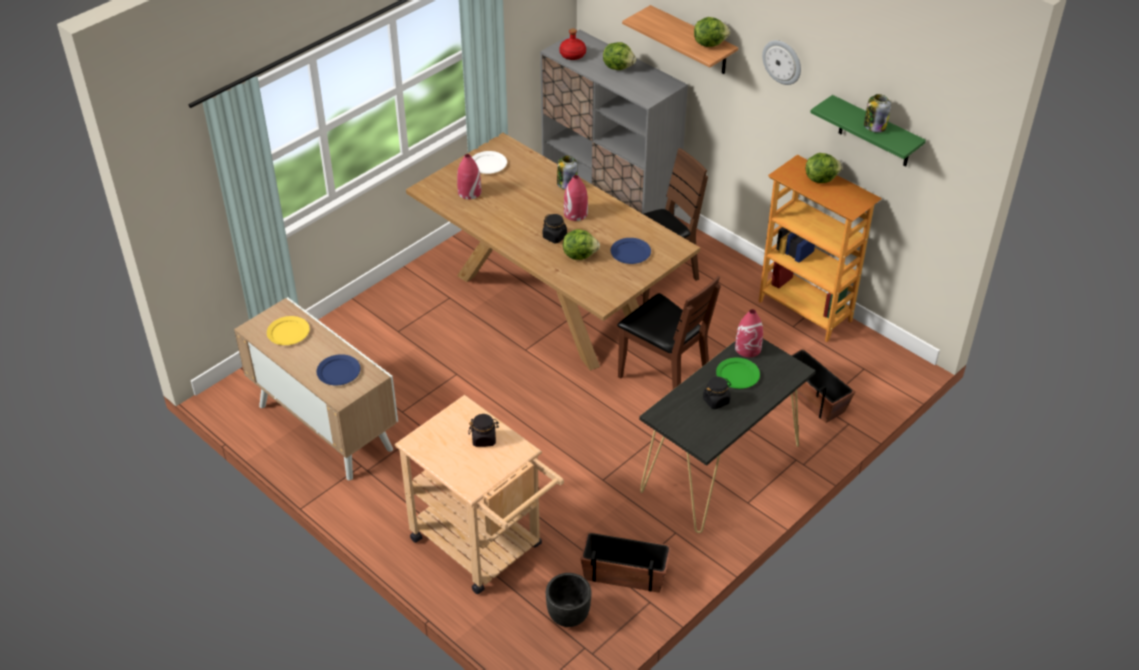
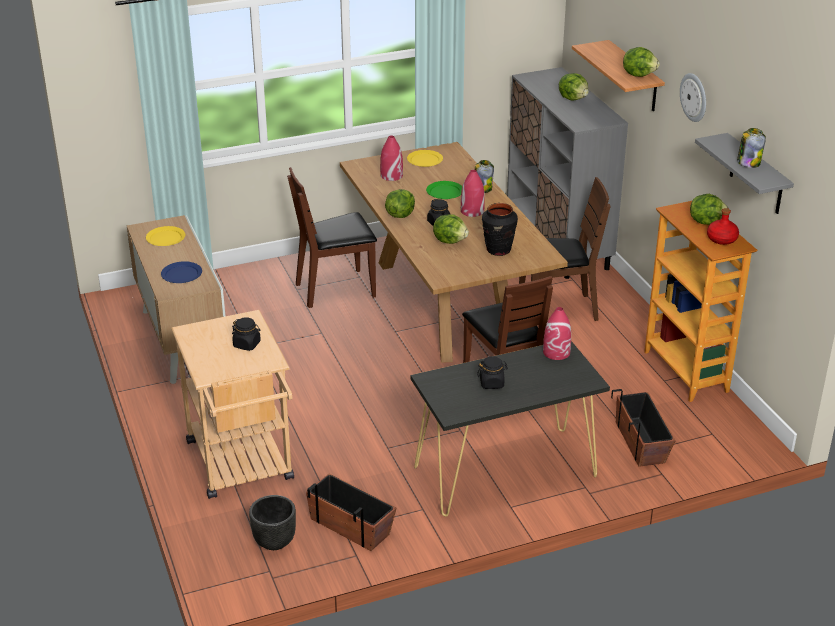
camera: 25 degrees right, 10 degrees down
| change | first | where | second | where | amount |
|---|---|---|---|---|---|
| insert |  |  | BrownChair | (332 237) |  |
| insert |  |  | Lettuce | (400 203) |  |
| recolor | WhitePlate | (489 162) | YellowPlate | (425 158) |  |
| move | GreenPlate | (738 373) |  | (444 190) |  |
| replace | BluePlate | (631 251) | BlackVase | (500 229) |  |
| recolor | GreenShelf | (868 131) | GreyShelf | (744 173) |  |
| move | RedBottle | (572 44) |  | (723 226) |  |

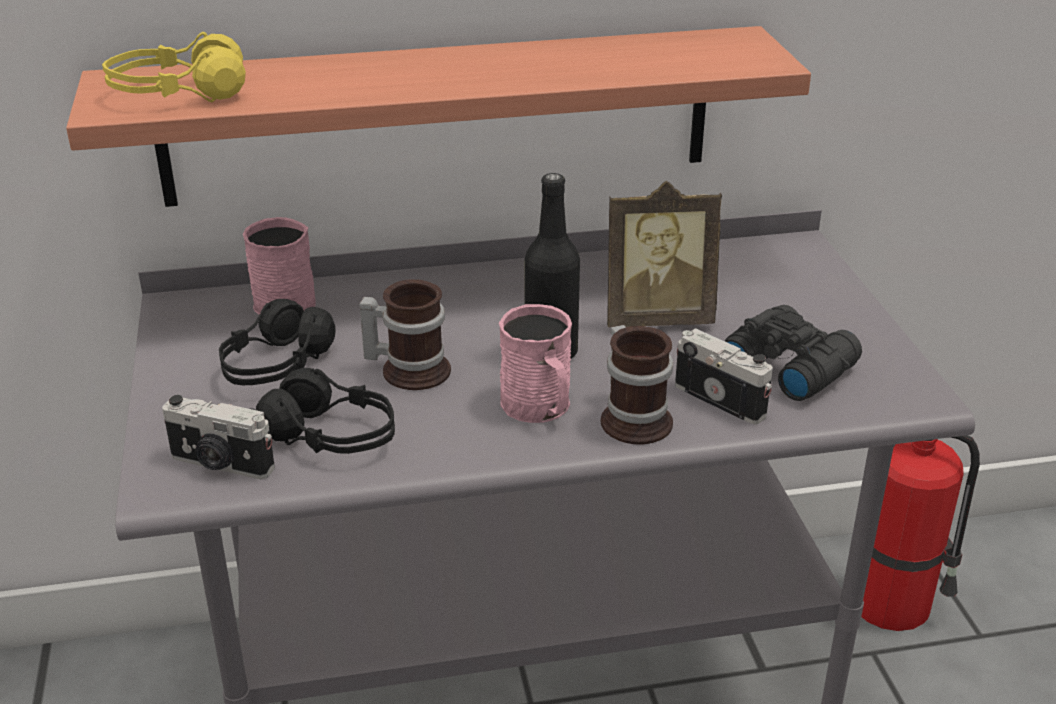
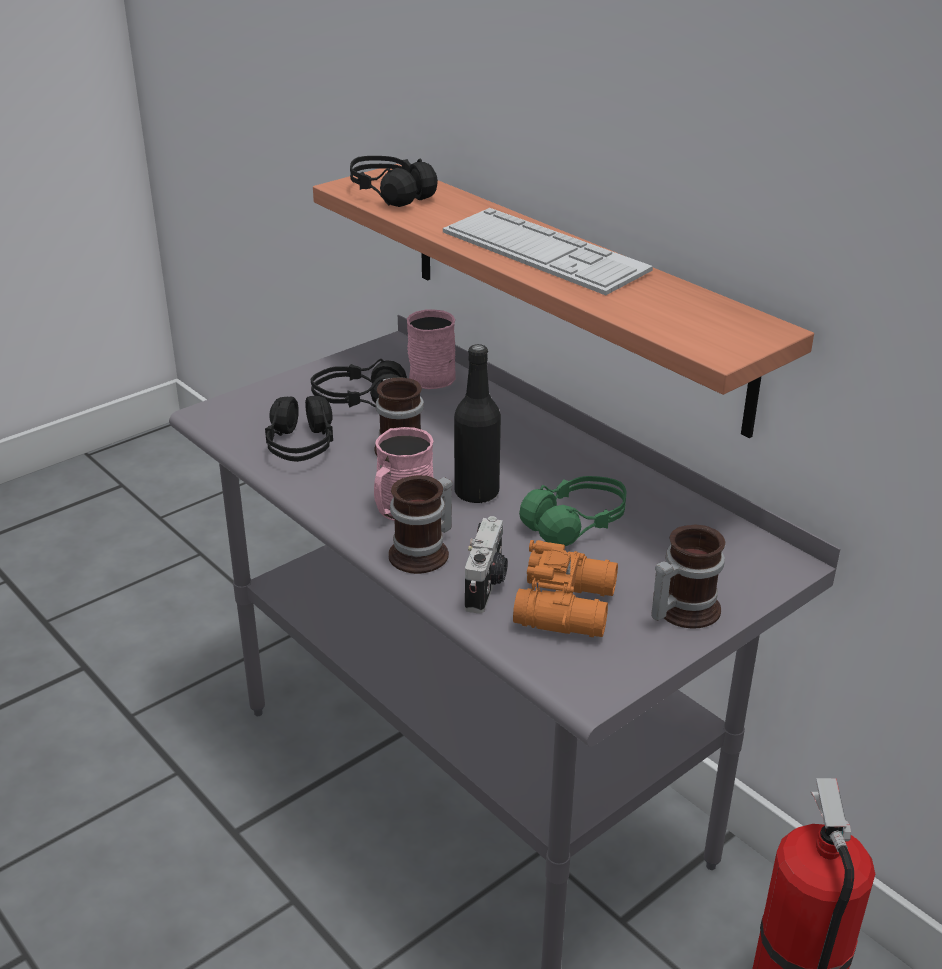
camera: 60 degrees right, 0 degrees up
| change | first | where | second | where | amount |
|---|---|---|---|---|---|
| recolor | YellowHeadphones | (174 67) | BlackHeadphones | (394 181) |  |
| insert |  |  | Keyboard | (548 251) |  |
| recolor | BlackBinoculars | (793 353) | OrangeBinoculars | (565 588) |  |
| replace | PictureFrame | (664 254) | GreenHeadphones | (573 511) |  |
| insert |  |  | Mug | (688 577) |  |
| delete | PhotoCamera | (218 437) |  |  |  |

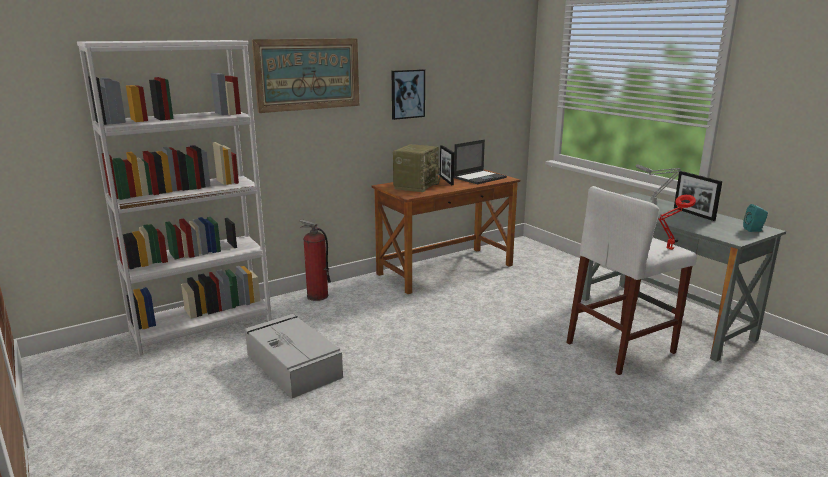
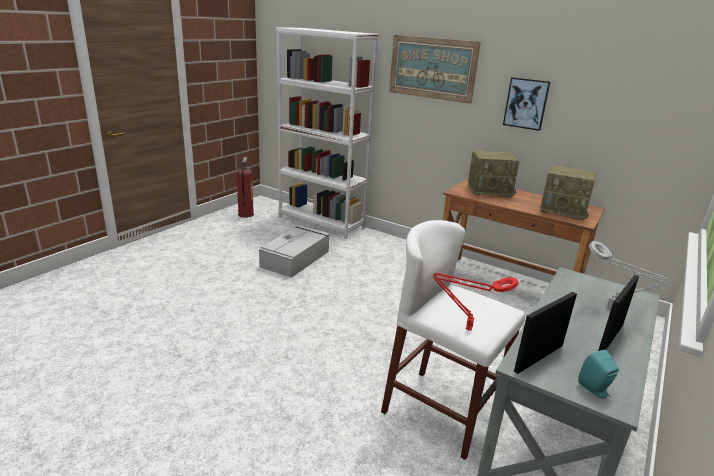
camera: 65 degrees right, 5 degrees up
| change | first | where | second | where | amount |
|---|---|---|---|---|---|
| move | FireExtinguisher | (315 260) |  | (245 187) |  |
| move | PictureFrame | (447 165) |  | (545 333) |  |
| replace | Laptop | (480 161) | Radio | (568 192) |  |

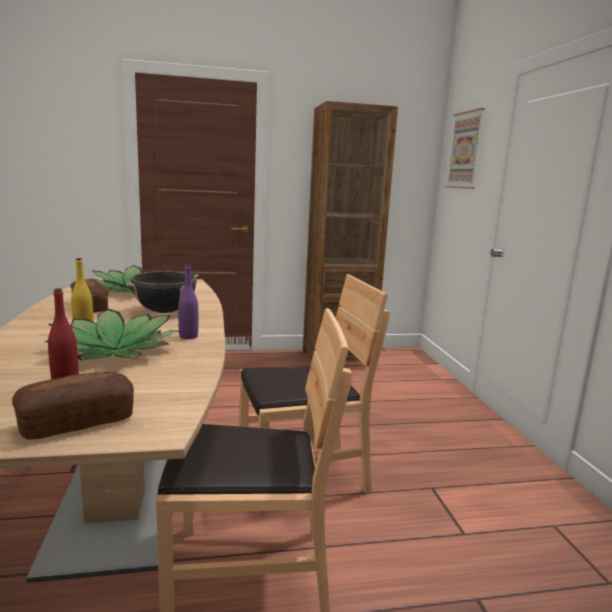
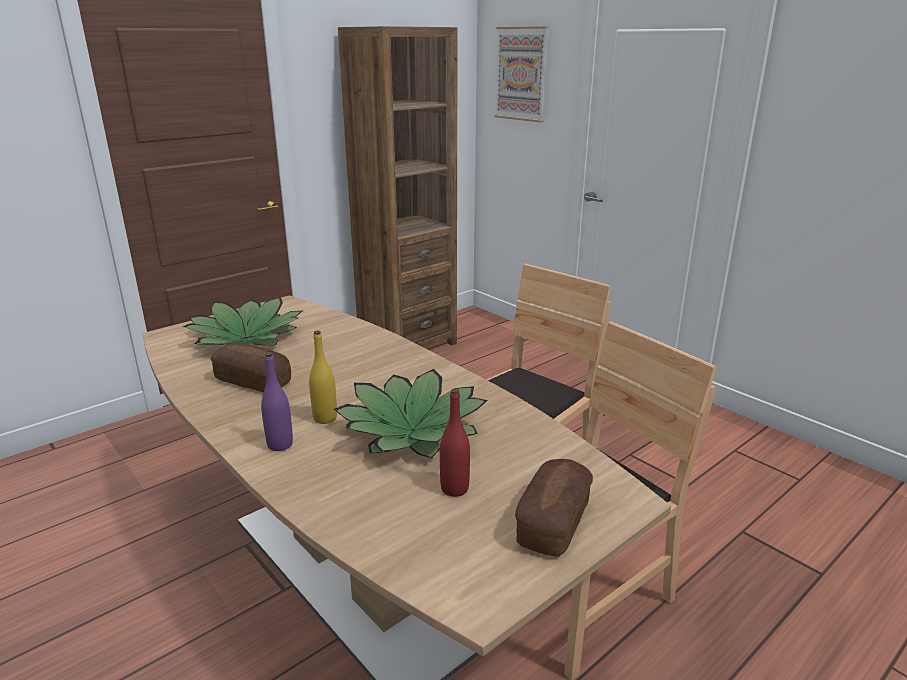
camera: 30 degrees left, 10 degrees up
| change | first | where | second | where | amount |
|---|---|---|---|---|---|
| move | PurpleBottle | (188 301) |  | (277 401) |  |
| delete | BlackCookingPot | (162 292) |  |  |  |

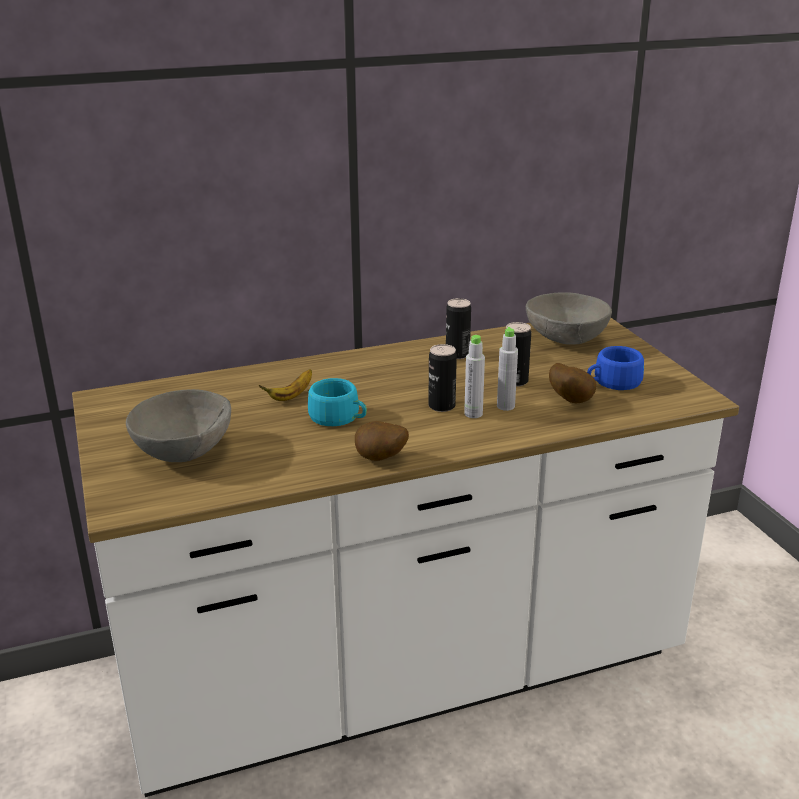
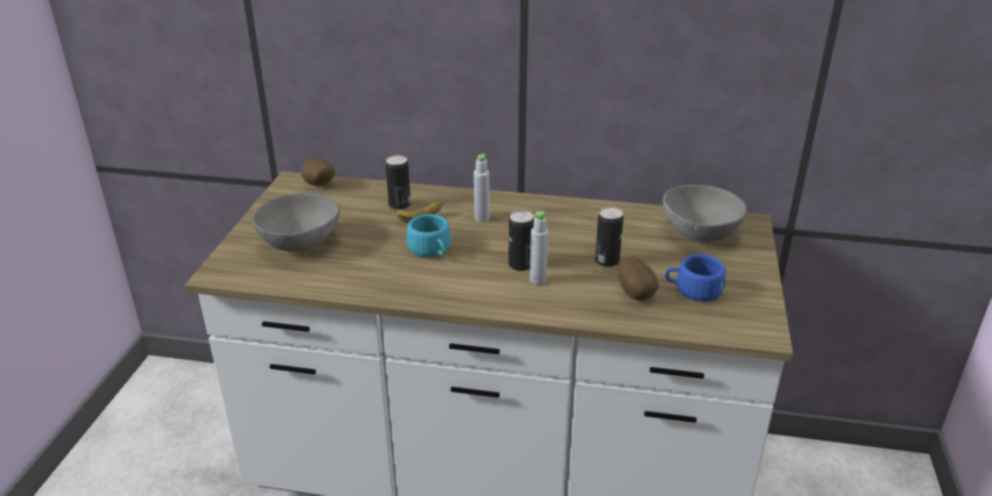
camera: 30 degrees right, 5 degrees up
| change | first | where | second | where | amount |
|---|---|---|---|---|---|
| move | Potato | (382 441) |  | (318 172) |  |
| move | Can | (458 328) |  | (398 182) |  |
| move | GreyBottle | (507 369) |  | (481 187) |  |

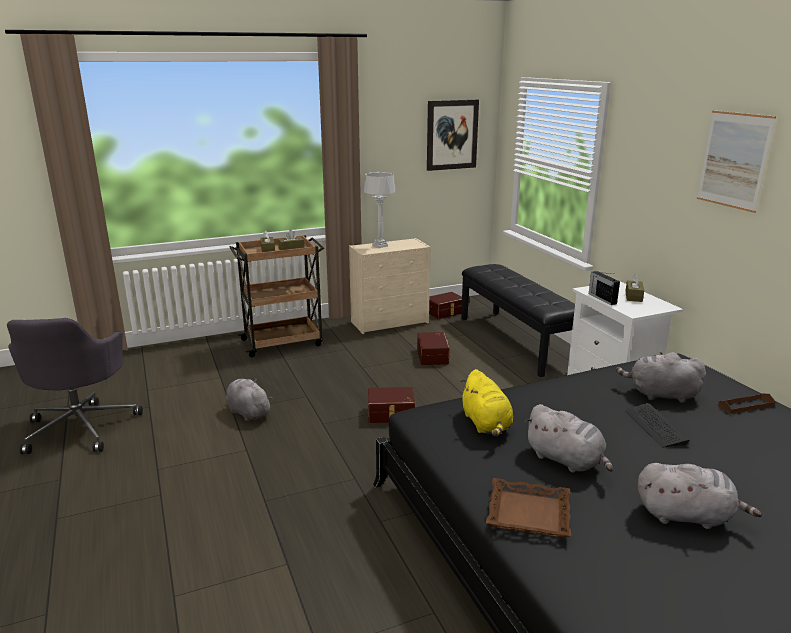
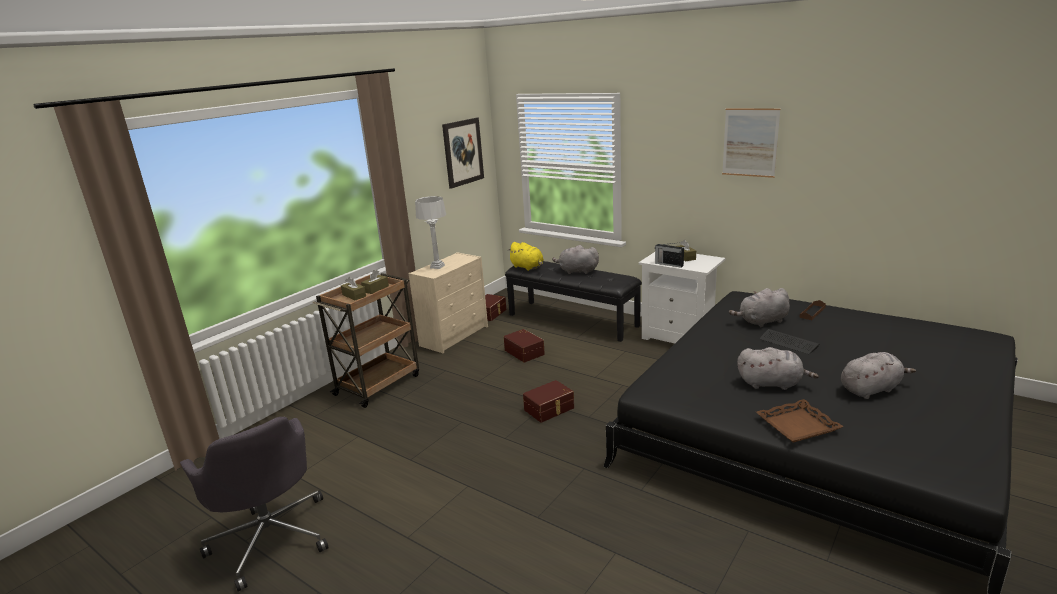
camera: 30 degrees left, 0 degrees up
| change | first | where | second | where | amount |
|---|---|---|---|---|---|
| move | YellowPlushToy | (486 402) |  | (525 256) |  |
| move | GreyPlushToy | (249 400) |  | (575 259) |  |

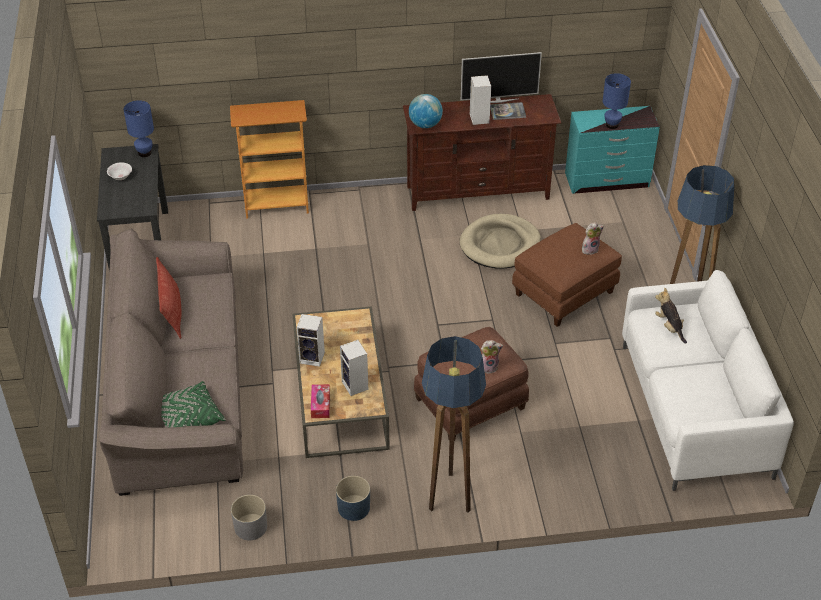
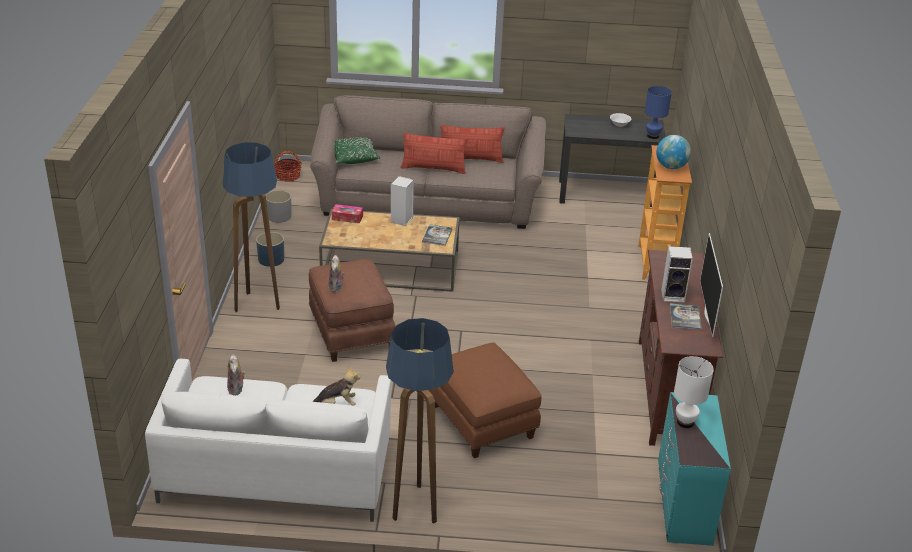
camera: 100 degrees right, 10 degrees down
| change | first | where | second | where | amount |
|---|---|---|---|---|---|
| move | PlushToy | (593 238) |  | (236 374) |  |
| insert |  |  | Basket | (288 166) |  |
| insert |  |  | Pillow | (434 153) |  |
| insert |  |  | Book | (437 235) |  |
| move | Globe | (426 111) |  | (673 152) |  |
| recolor | BlueTableLamp | (617 101) | WhiteTableLamp | (694 392) |  |
| delete | Speaker | (354 368) |  |  |  |
| delete | BeigeDogBed | (500 241) |  |  |  |

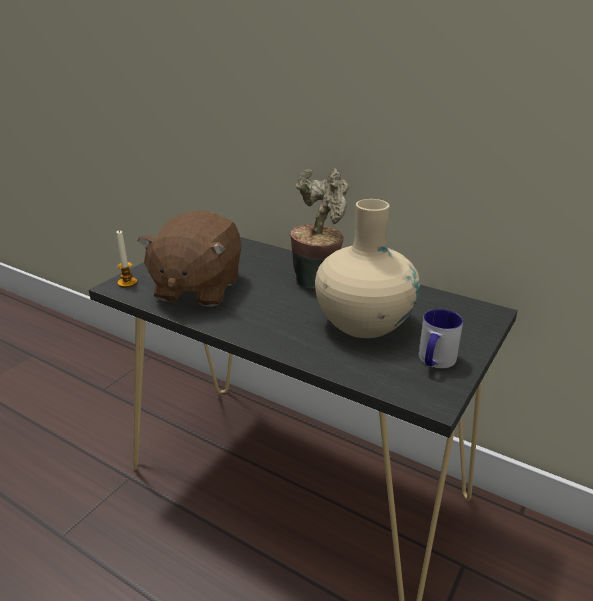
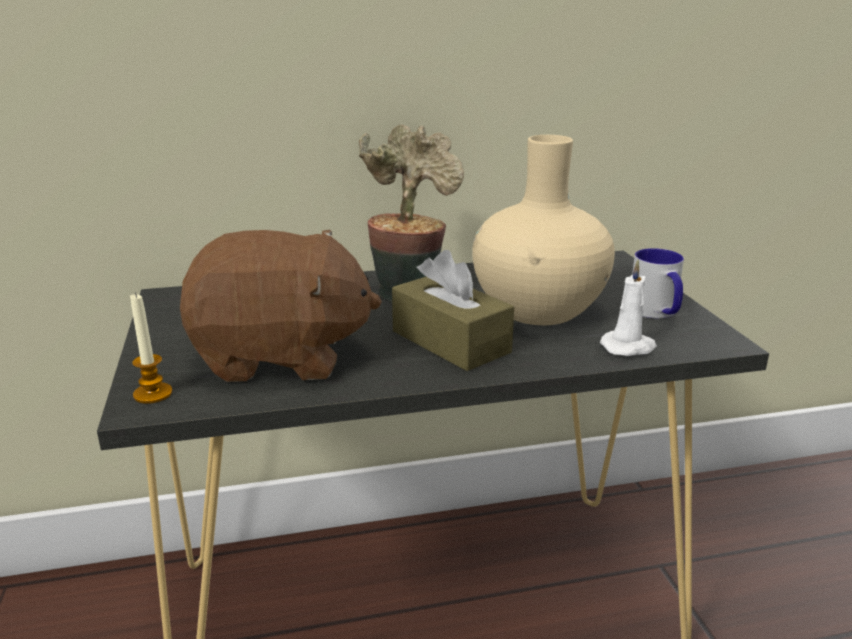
camera: 45 degrees left, 5 degrees down
| change | first | where | second | where | amount |
|---|---|---|---|---|---|
| rotate | BrownPlushToy | (190 258) |  | (281 306) | 60 degrees counterclockwise |
| insert |  |  | BrownTissueBox | (453 310) |  |
| insert |  |  | WhiteCandle | (628 307) |  |

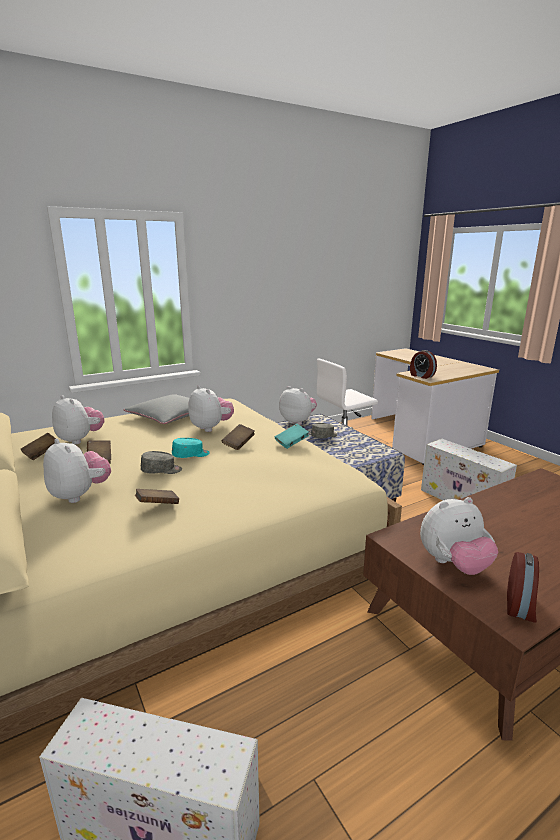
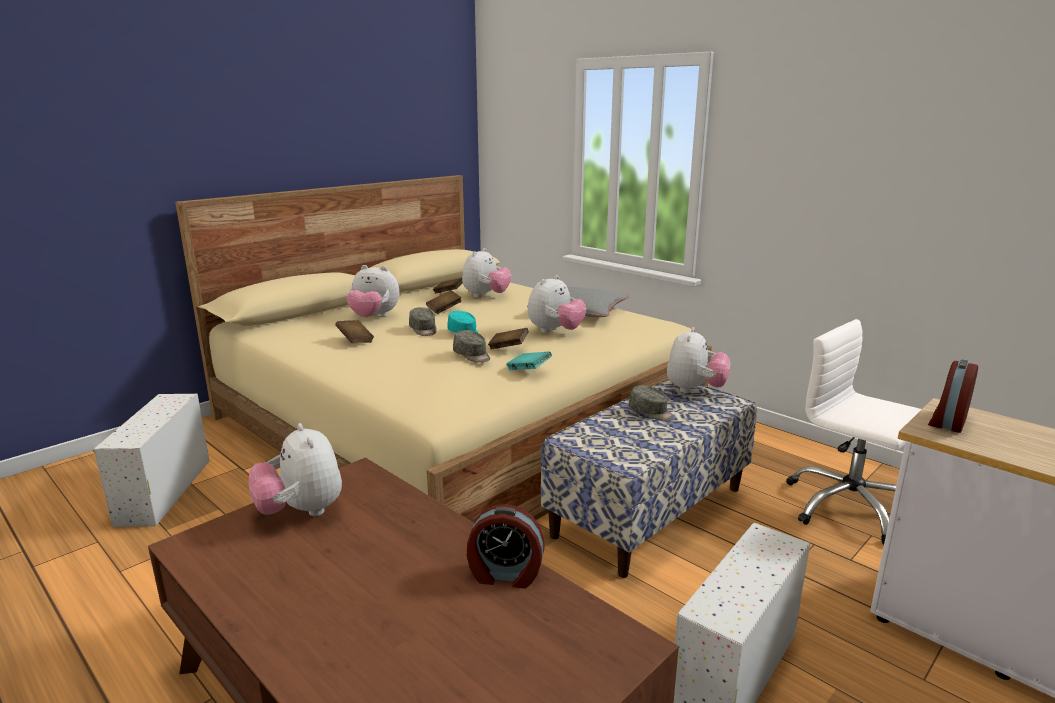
camera: 75 degrees right, 0 degrees up
| change | first | where | second | where | amount |
|---|---|---|---|---|---|
| rotate | PlushToy | (77 471) |  | (373 291) | 75 degrees clockwise |
| insert |  |  | GreyCap | (471 346) |  |
| move | AlarmClock | (523 587) |  | (505 546) |  |

